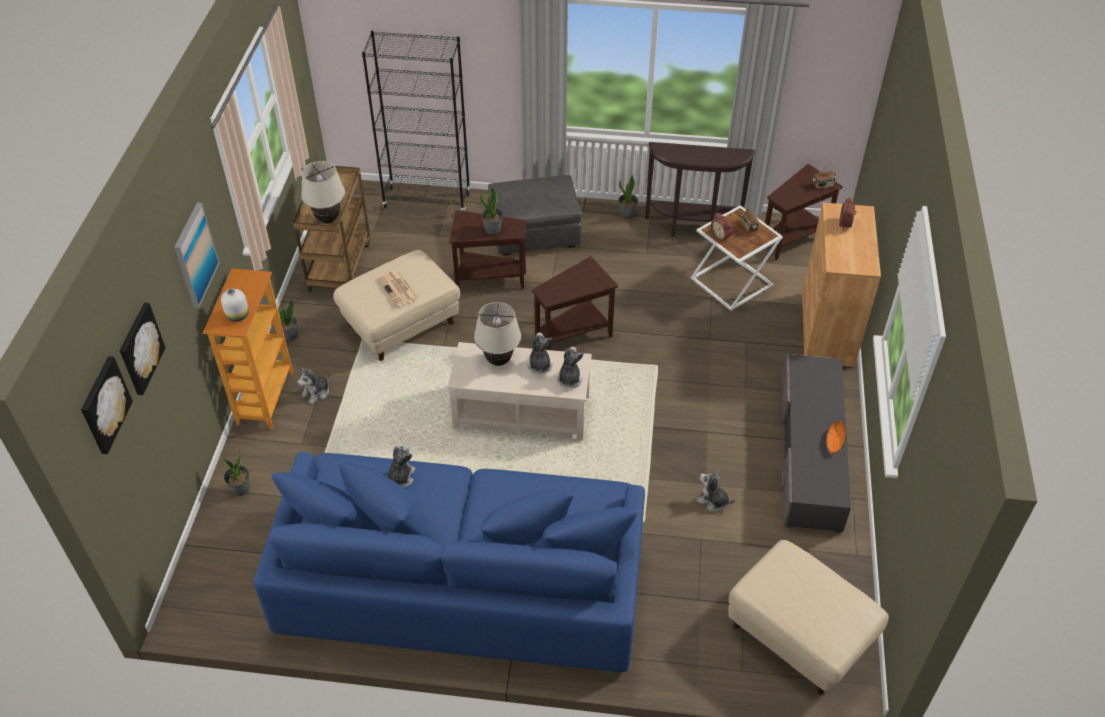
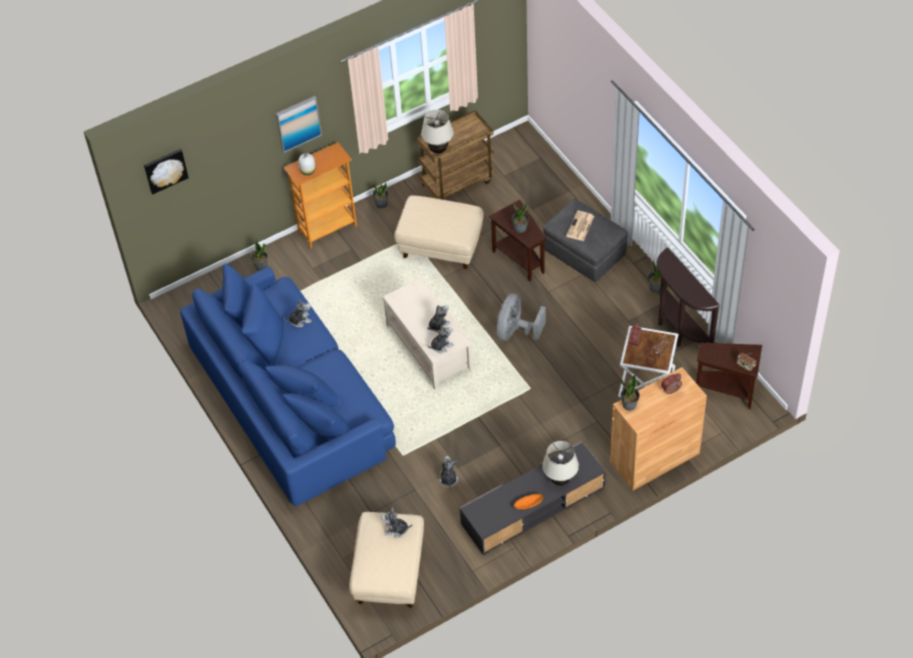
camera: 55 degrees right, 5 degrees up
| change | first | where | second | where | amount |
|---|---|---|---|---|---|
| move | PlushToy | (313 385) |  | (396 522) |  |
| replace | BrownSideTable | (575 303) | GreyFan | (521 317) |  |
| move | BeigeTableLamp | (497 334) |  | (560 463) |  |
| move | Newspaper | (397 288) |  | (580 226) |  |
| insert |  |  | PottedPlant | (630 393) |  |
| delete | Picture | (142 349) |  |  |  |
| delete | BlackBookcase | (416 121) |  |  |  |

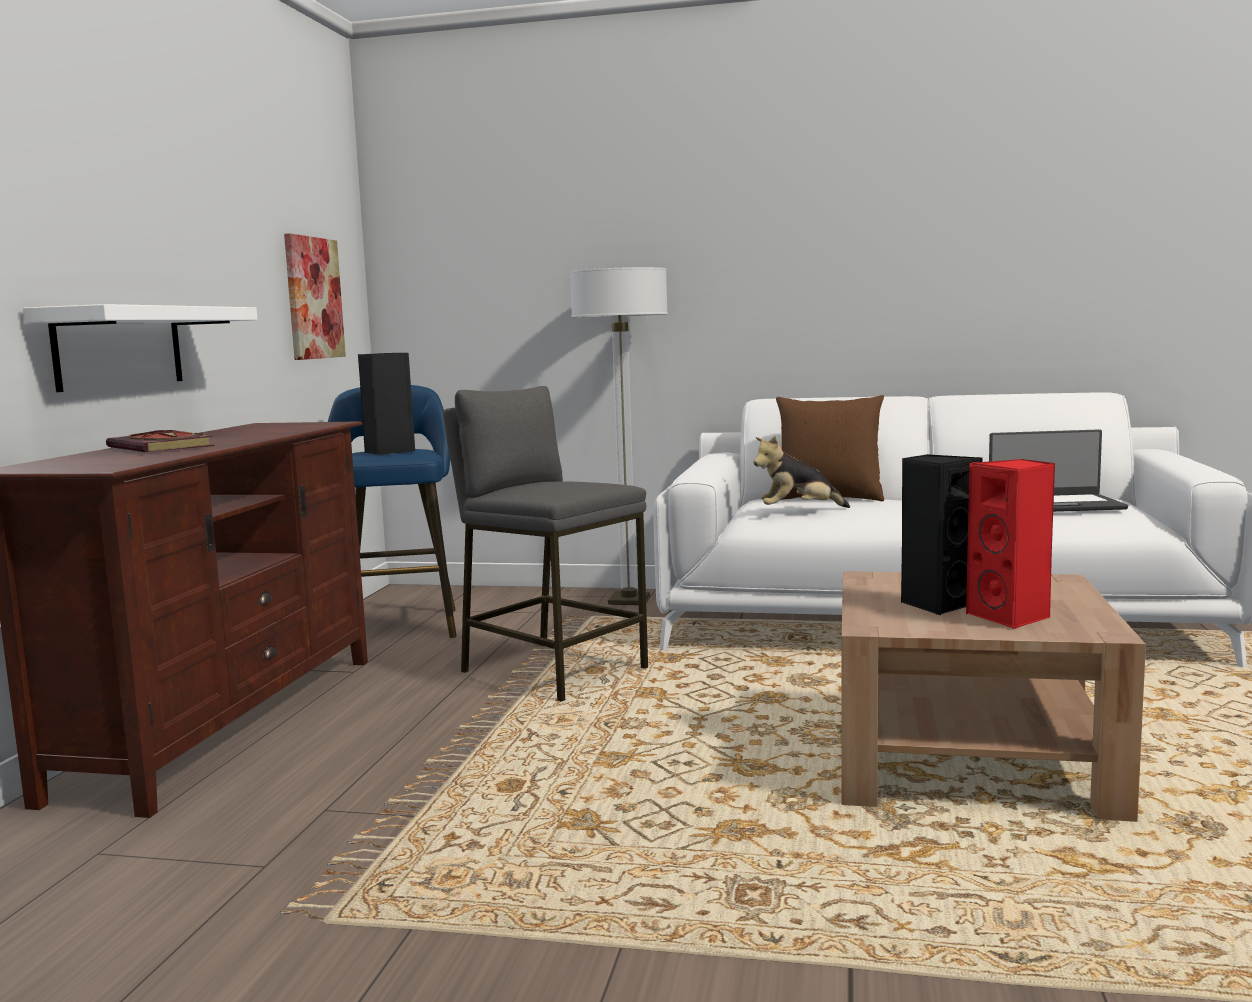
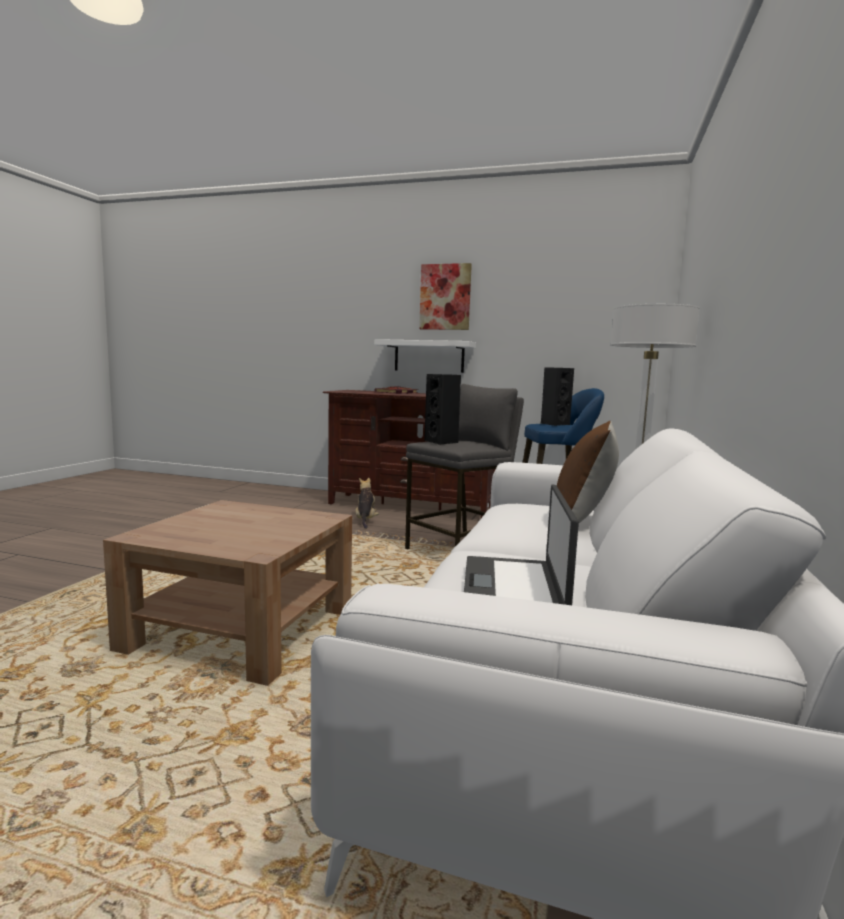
camera: 95 degrees right, 0 degrees up
| change | first | where | second | where | amount |
|---|---|---|---|---|---|
| move | PlushToy | (801 472) |  | (367 503) |  |
| move | Picture | (315 296) |  | (445 296) |  |
| move | BlackSpeaker | (941 534) |  | (442 409) |  |
| delete | RedSpeaker | (1010 544) |  |  |  |

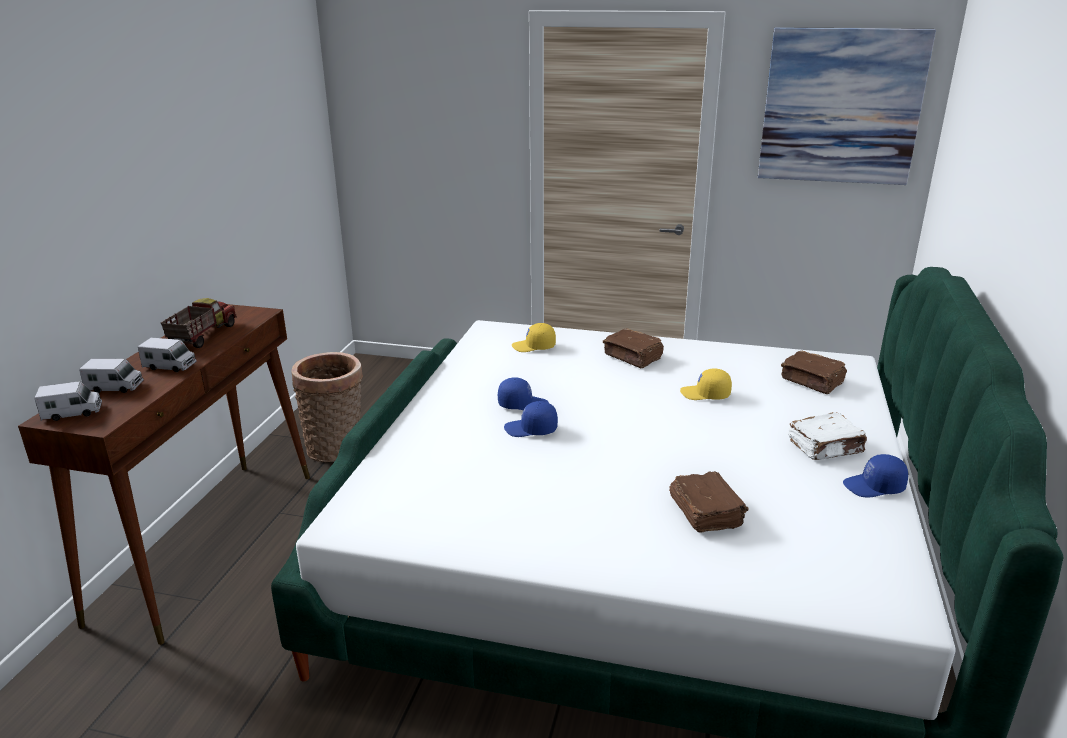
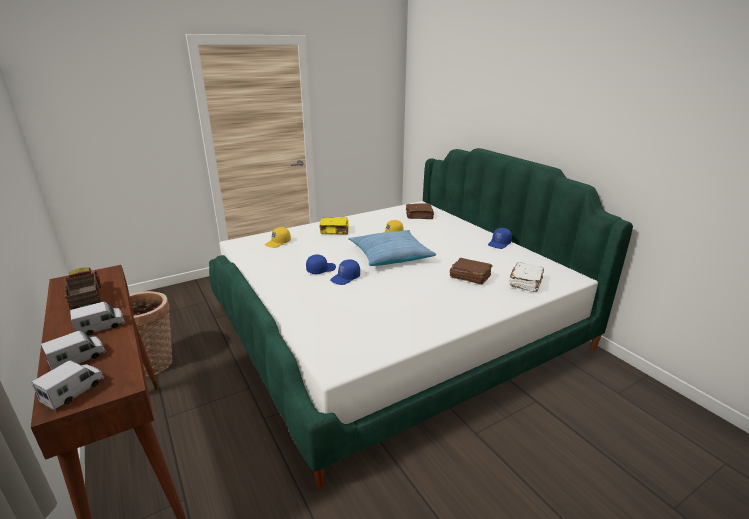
camera: 45 degrees left, 0 degrees up
| change | first | where | second | where | amount |
|---|---|---|---|---|---|
| recolor | BrownBook | (633 348) | YellowBook | (334 226) |  |
| insert |  |  | Pillow | (392 248) |  |
| move | WhiteBook | (827 436) |  | (526 277) |  |
| delete | Picture | (847 106) |  |  |  |

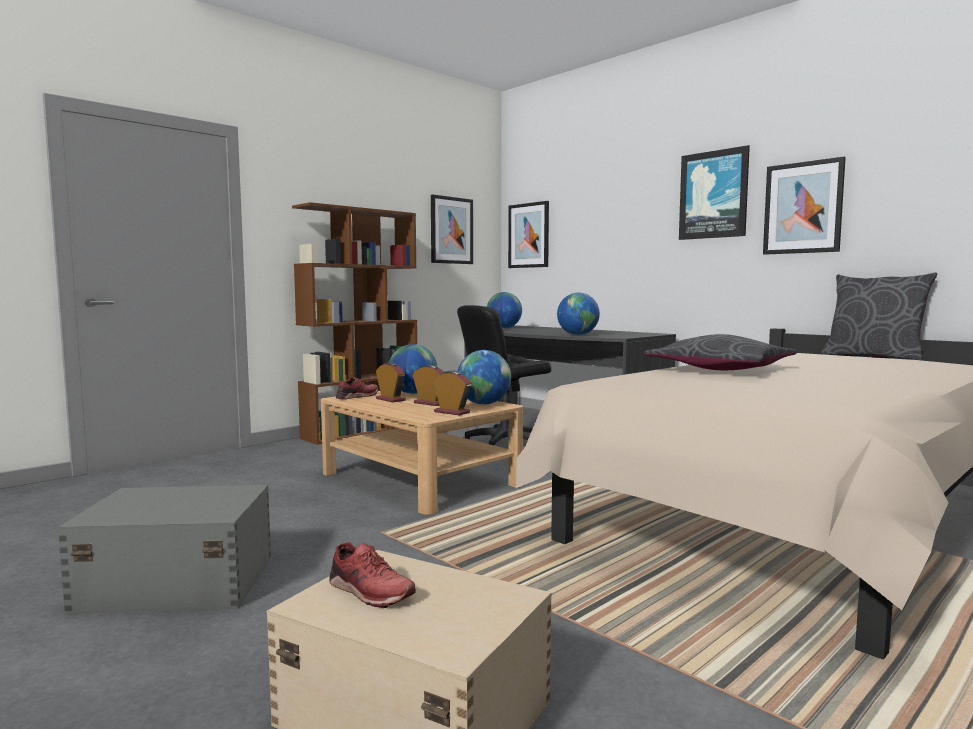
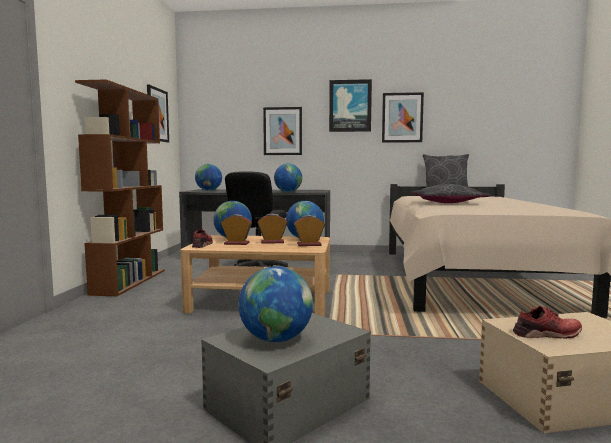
camera: 40 degrees left, 0 degrees up
| change | first | where | second | where | amount |
|---|---|---|---|---|---|
| insert |  |  | Globe | (276 304) |  |
| move | Picture | (528 234) |  | (282 131) |  |

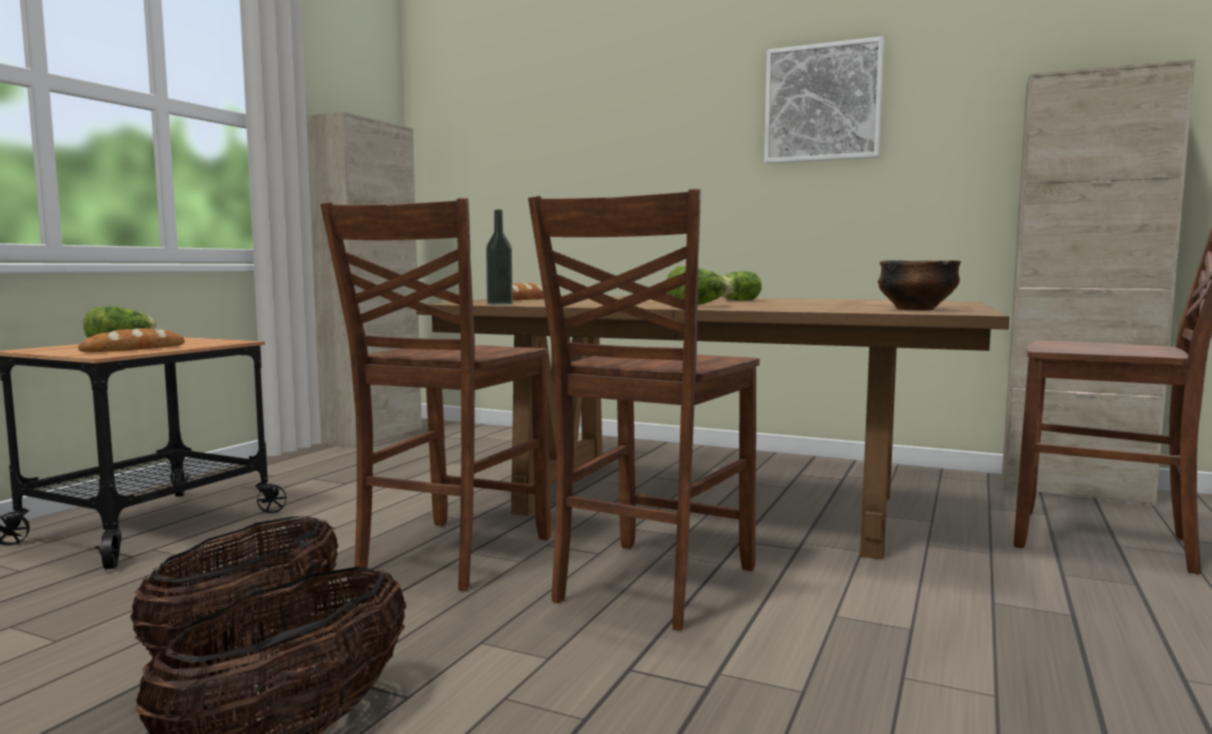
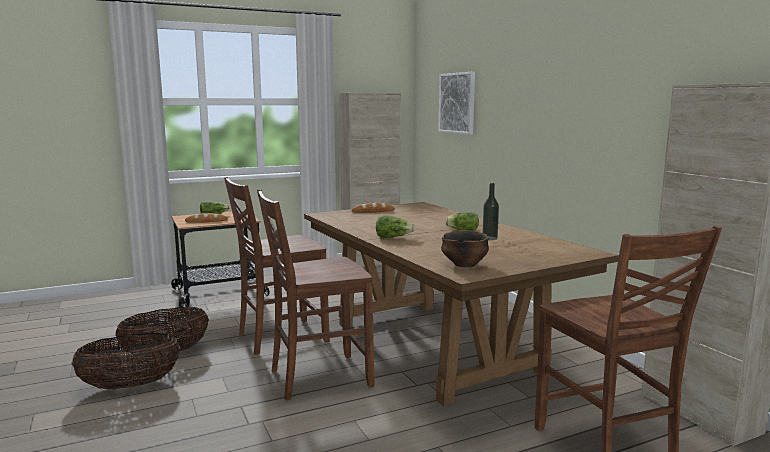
camera: 40 degrees right, 5 degrees up
| change | first | where | second | where | amount |
|---|---|---|---|---|---|
| move | Picture | (824 100) |  | (456 103) |  |
| move | Bottle | (499 257) |  | (490 211) |  |

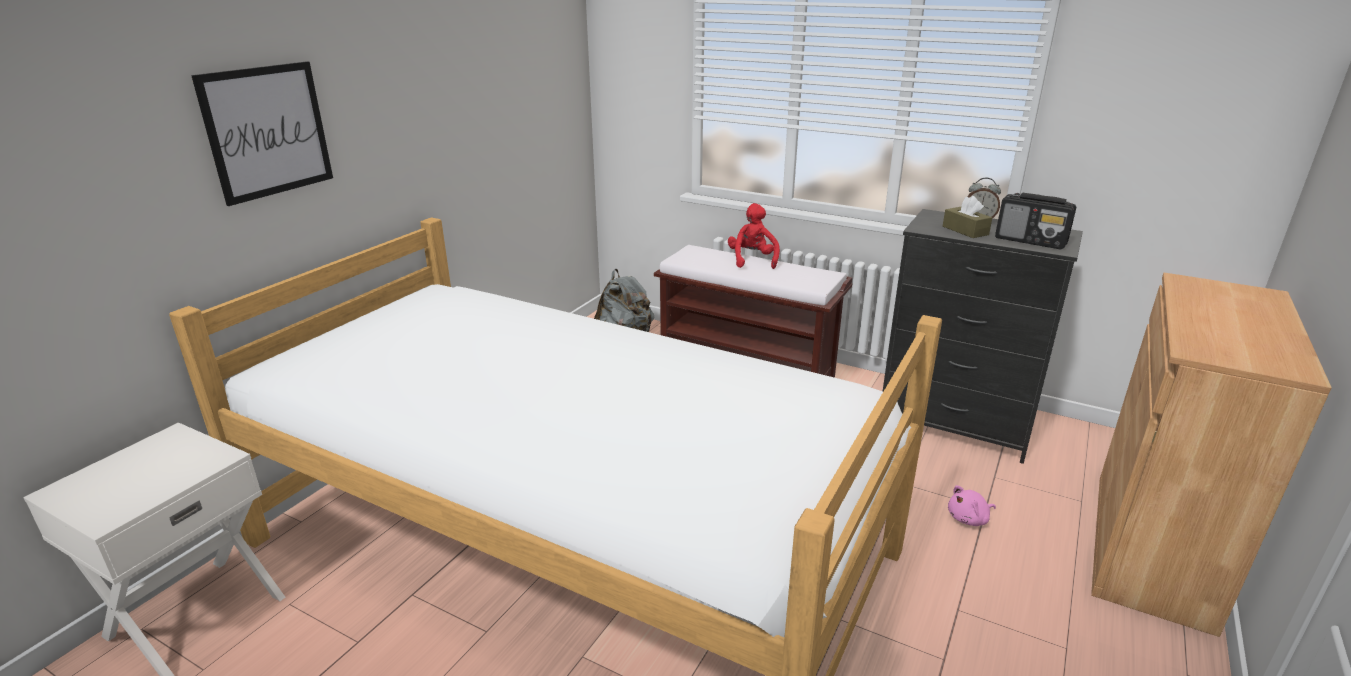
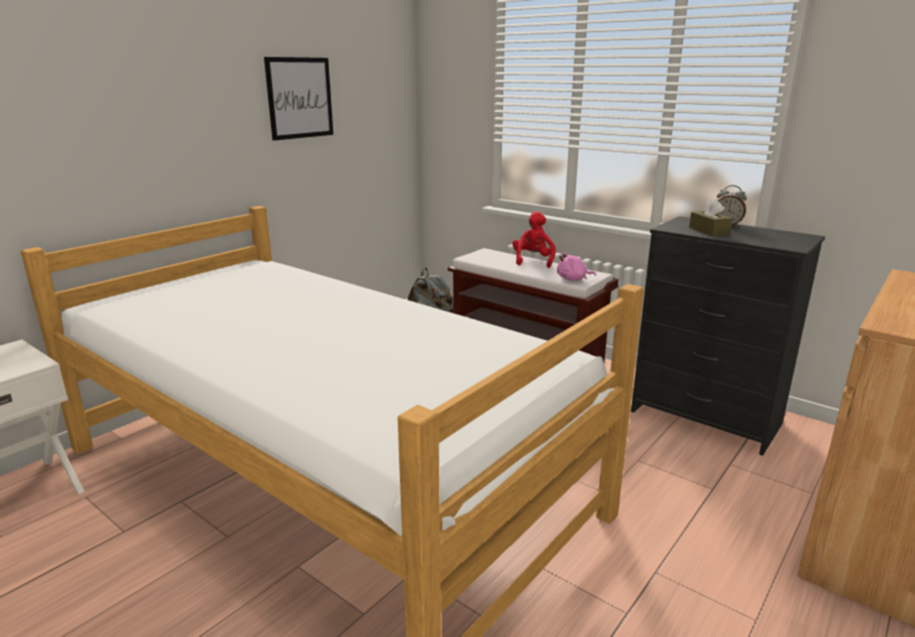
camera: 10 degrees right, 5 degrees down
| change | first | where | second | where | amount |
|---|---|---|---|---|---|
| move | Picture | (262 133) |  | (298 99) |  |
| move | PinkPlushToy | (972 505) |  | (576 266) |  |
| delete | Radio | (1035 221) |  |  |  |

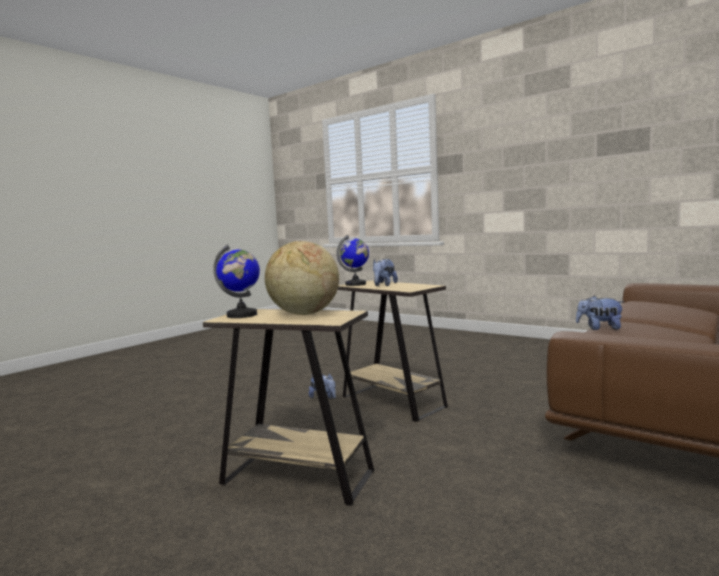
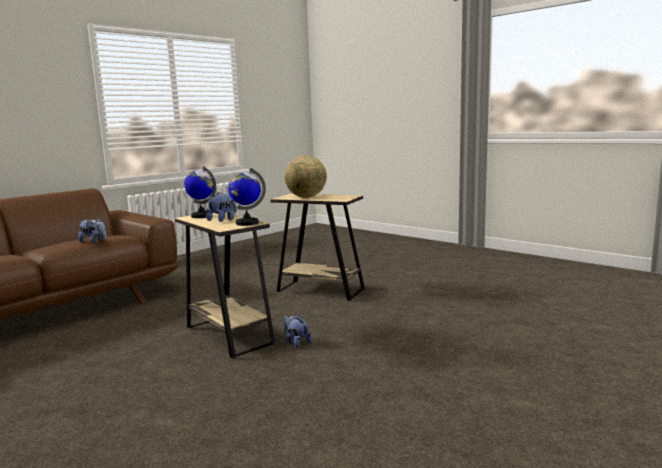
camera: 175 degrees left, 5 degrees up
| change | first | where | second | where | amount |
|---|---|---|---|---|---|
| move | Globe | (236 281) |  | (200 192) |  |

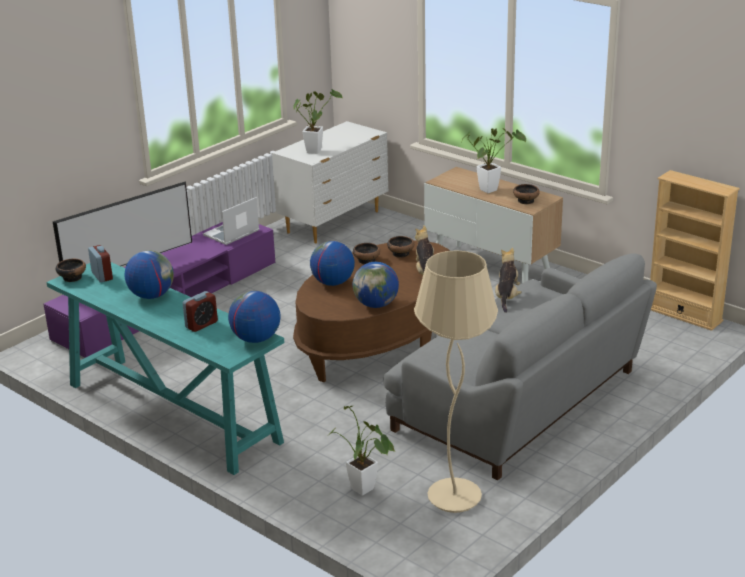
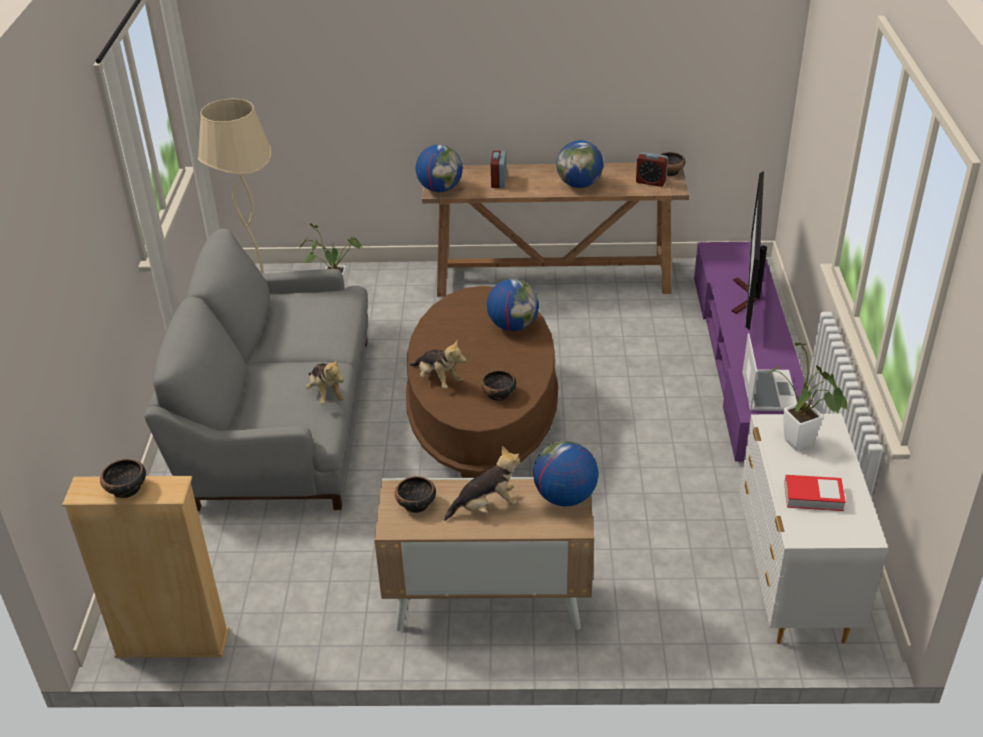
camera: 140 degrees right, 10 degrees up
| change | first | where | second | where | amount |
|---|---|---|---|---|---|
| move | Bowl | (366 253) |  | (123 478) |  |
| recolor | TurquoiseConsoleTable | (165 368) | BrownConsoleTable | (555 230) |  |
| replace | PottedPlant | (494 160) | PlushToy | (482 483) |  |
| move | Globe | (376 285) |  | (566 473) |  |
| insert |  |  | Book | (815 493) |  |

